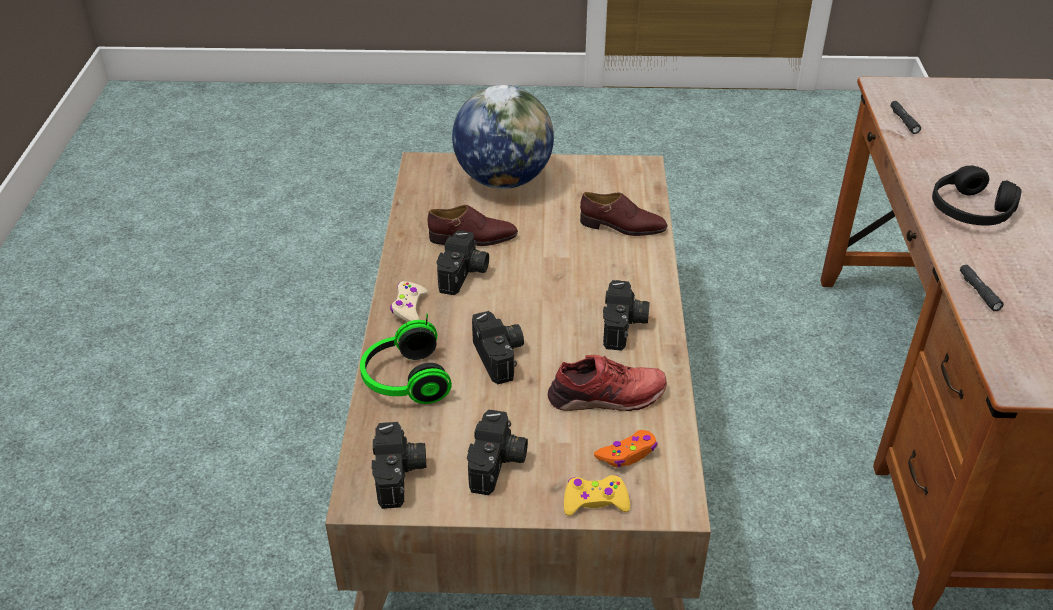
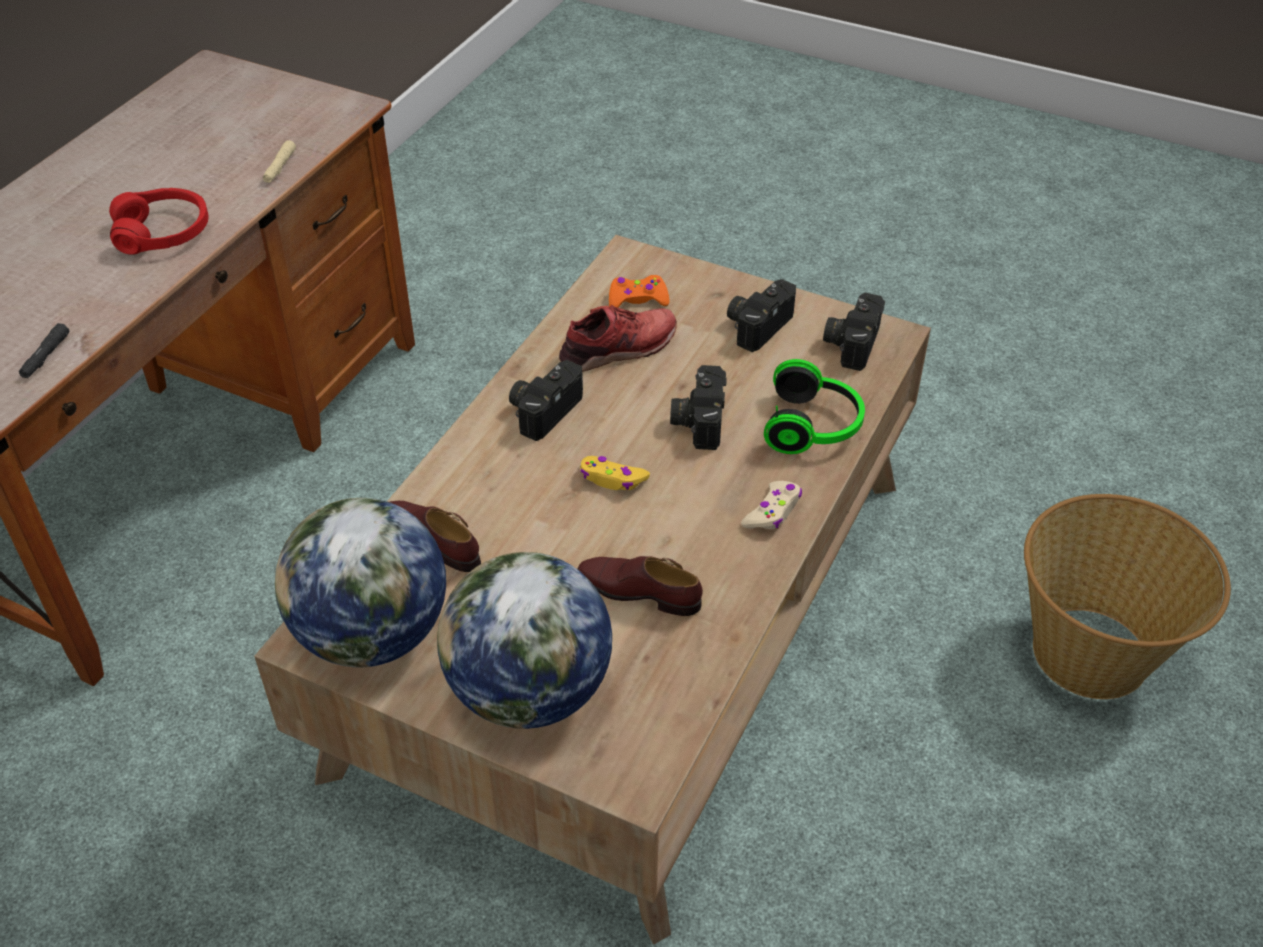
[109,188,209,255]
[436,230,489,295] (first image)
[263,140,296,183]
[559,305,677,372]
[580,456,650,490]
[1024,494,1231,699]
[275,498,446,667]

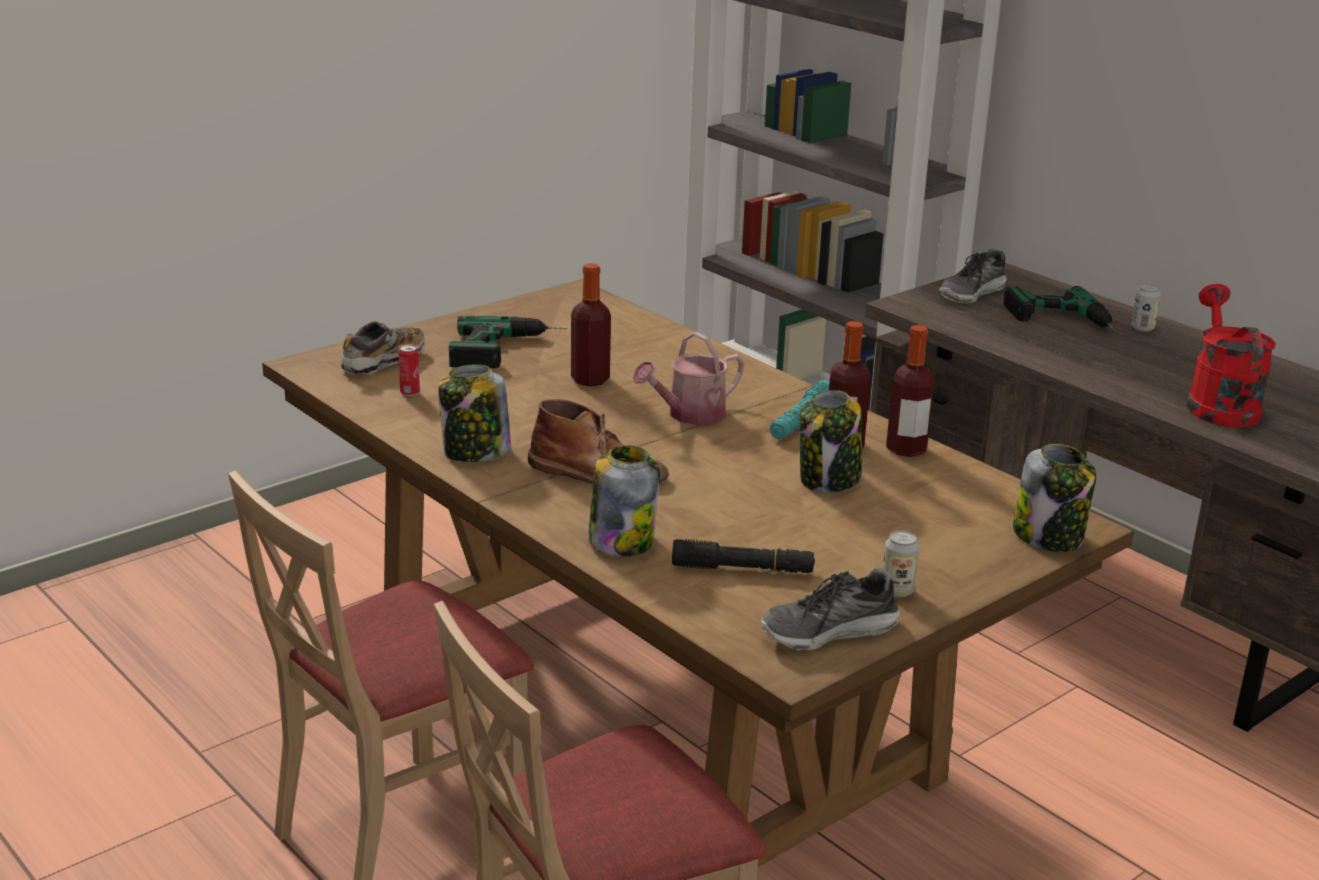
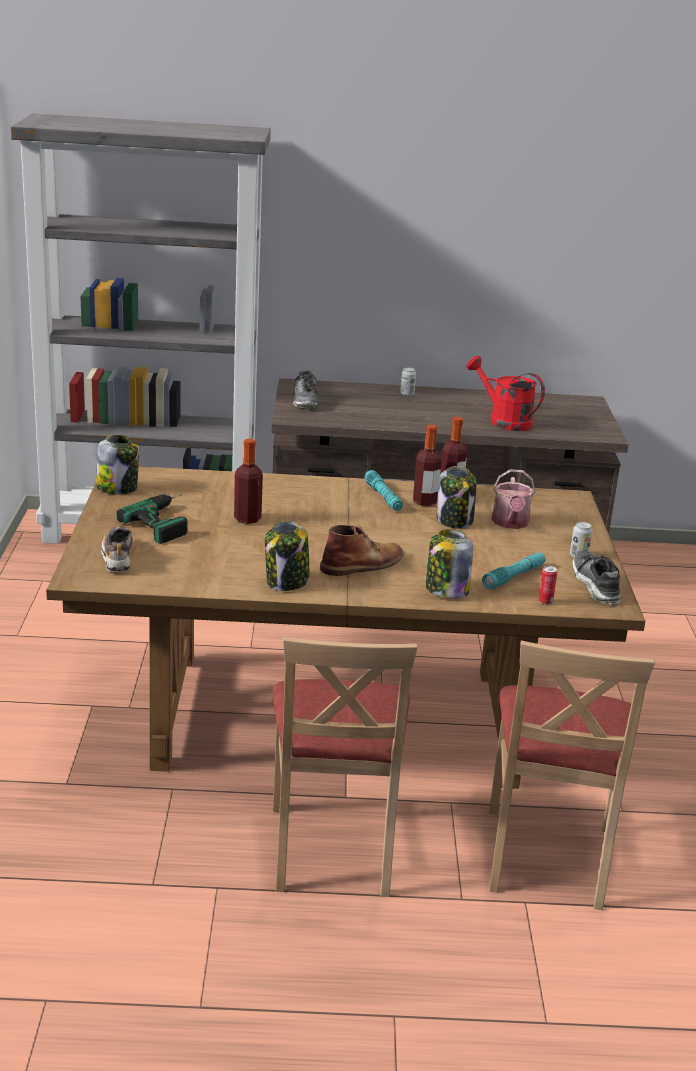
[1003,286,1116,331] (first image)
[492,469,535,529]
[538,566,557,605]
[96,435,139,495]
[482,553,546,589]
[573,550,621,605]

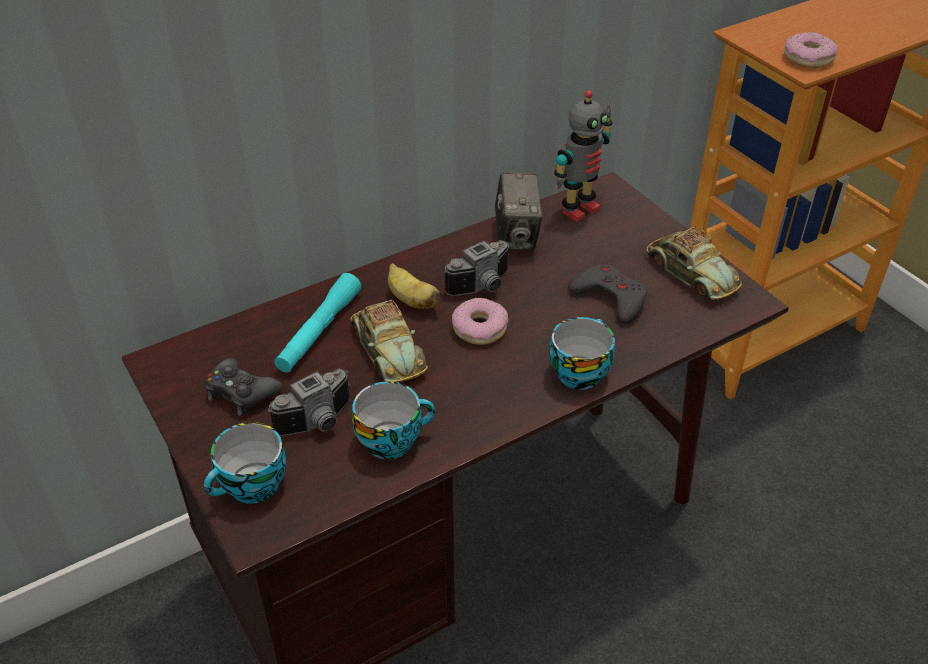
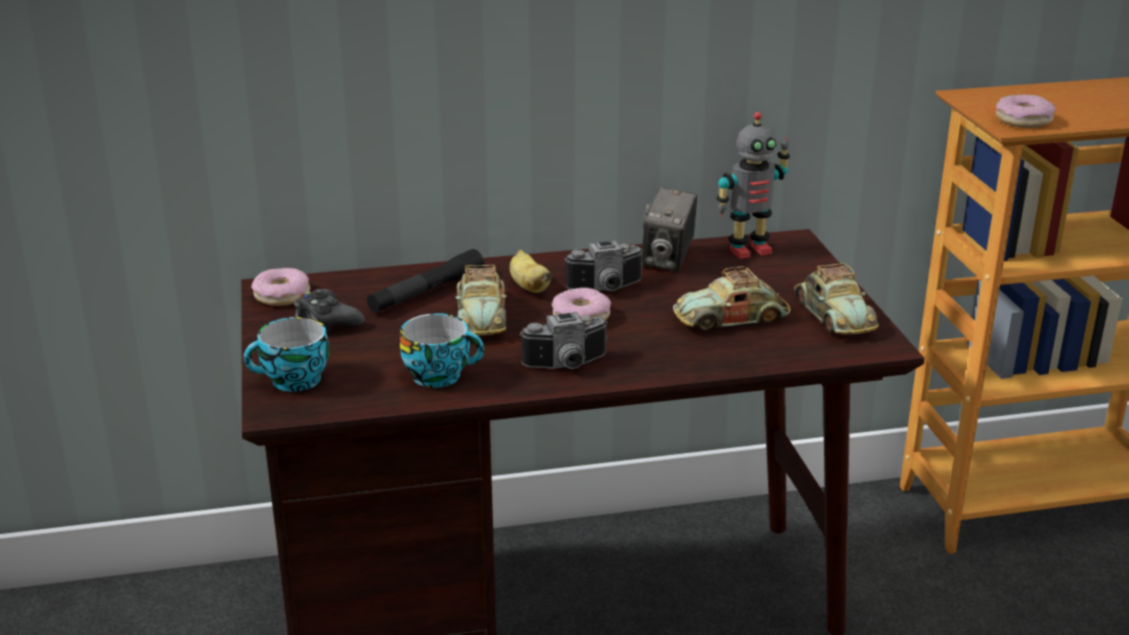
[673,266,791,330]
[367,249,484,313]
[549,317,615,390] (first image)
[519,312,608,369]
[251,268,310,306]

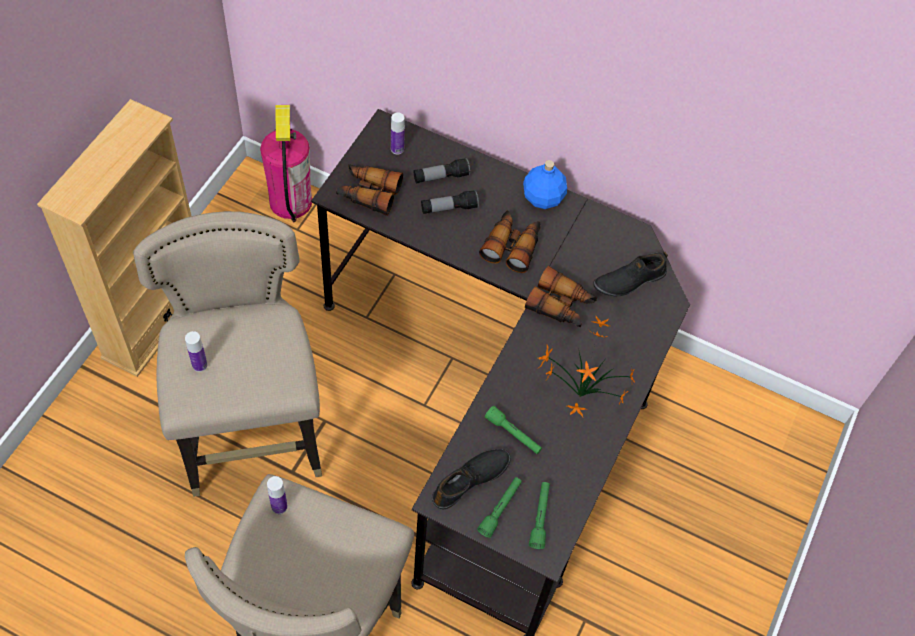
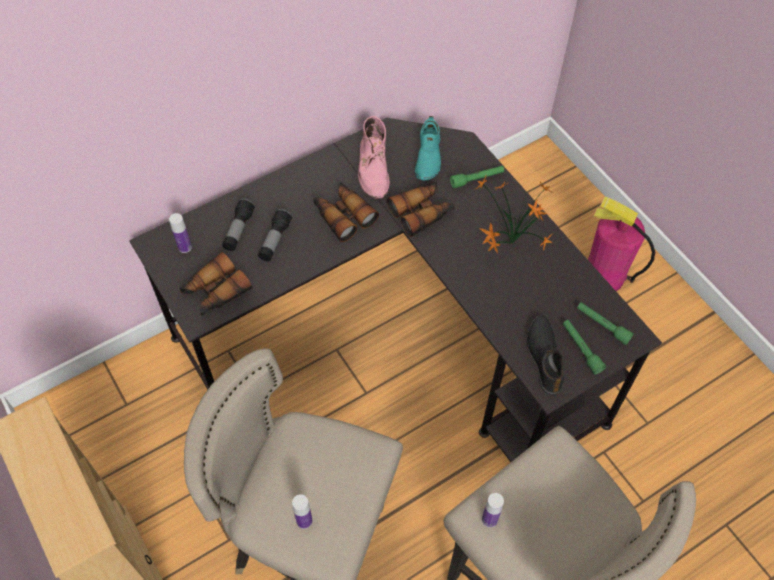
[588,196,655,291]
[523,160,567,209] (first image)
[415,116,441,180]
[450,166,504,188]
[358,116,390,199]

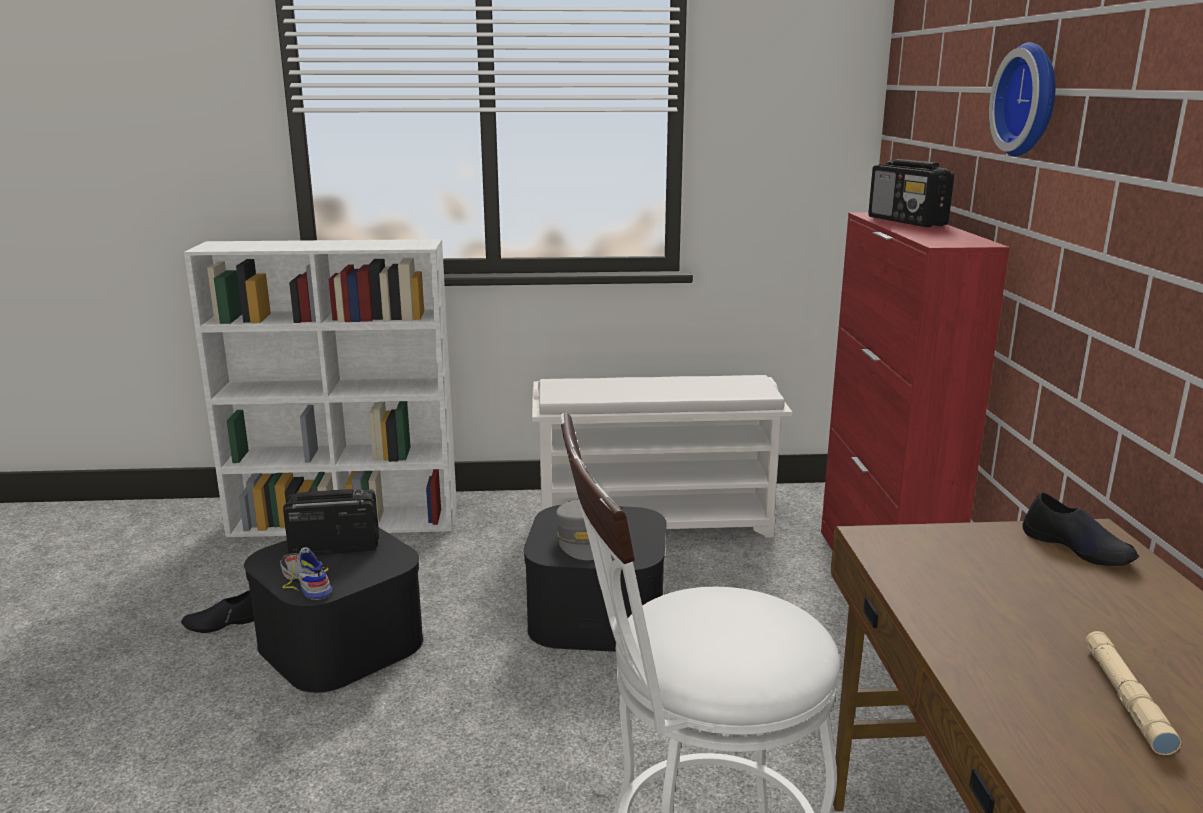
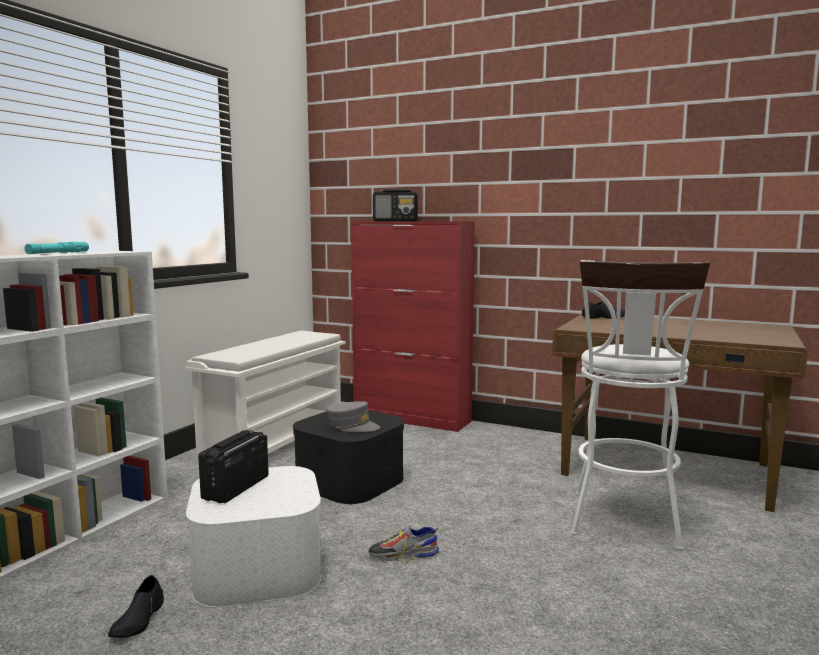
[989,42,1055,157] (first image)
[186,466,321,607]
[368,525,439,564]
[1085,631,1182,755] (first image)
[25,242,89,254]

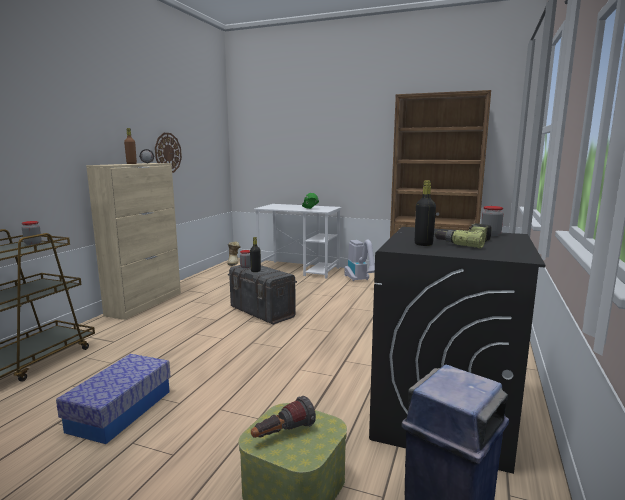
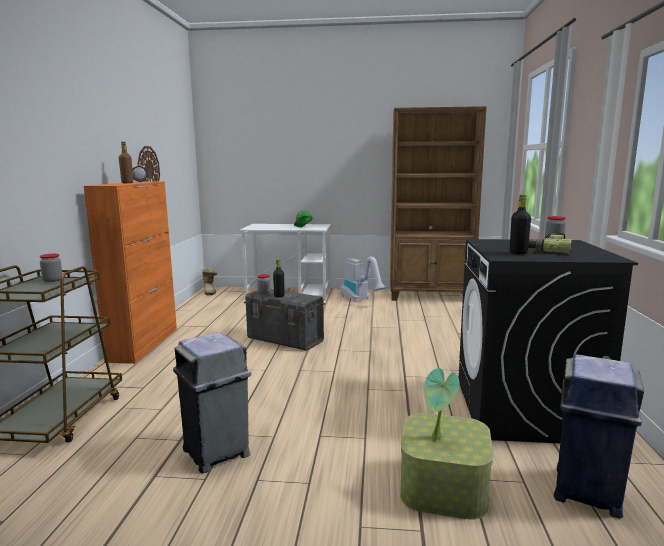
[84,182,177,364]
[173,332,251,473]
[424,368,459,440]

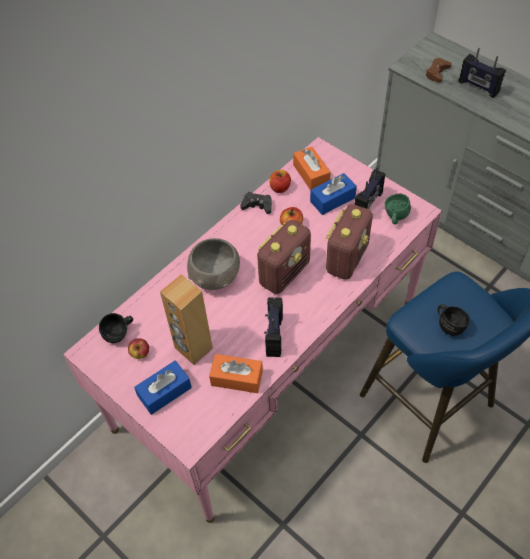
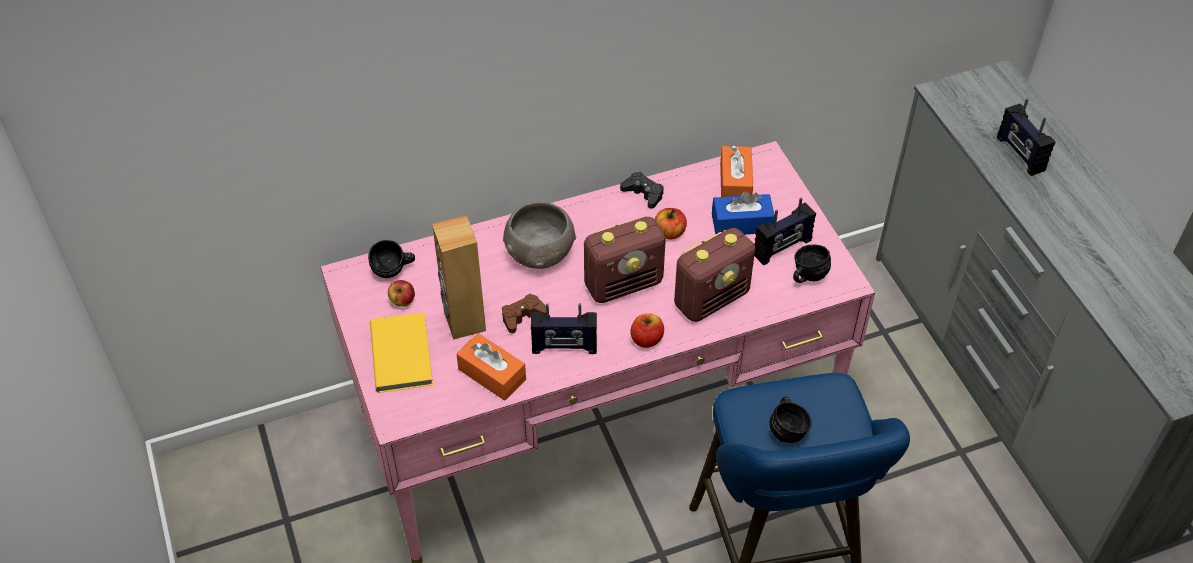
[502,294,546,333]
[630,314,664,348]
[793,244,831,283]
[531,303,597,354]
[370,312,433,393]

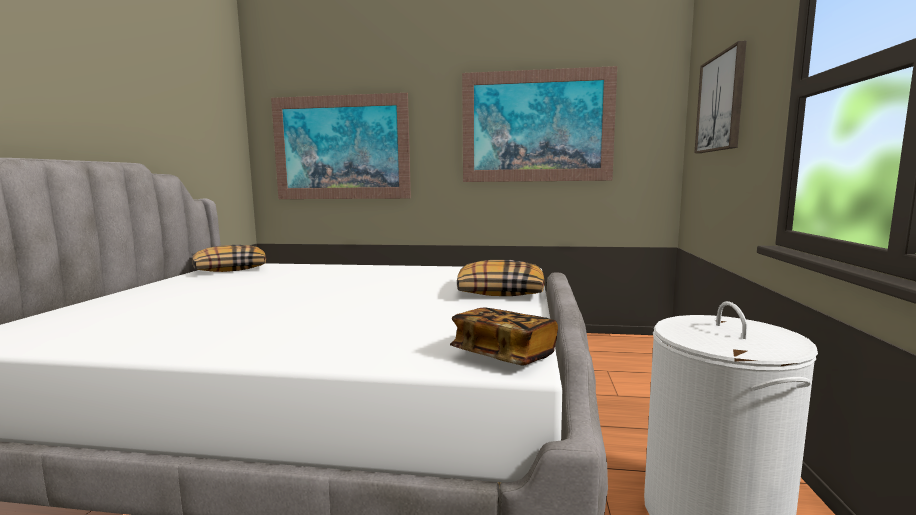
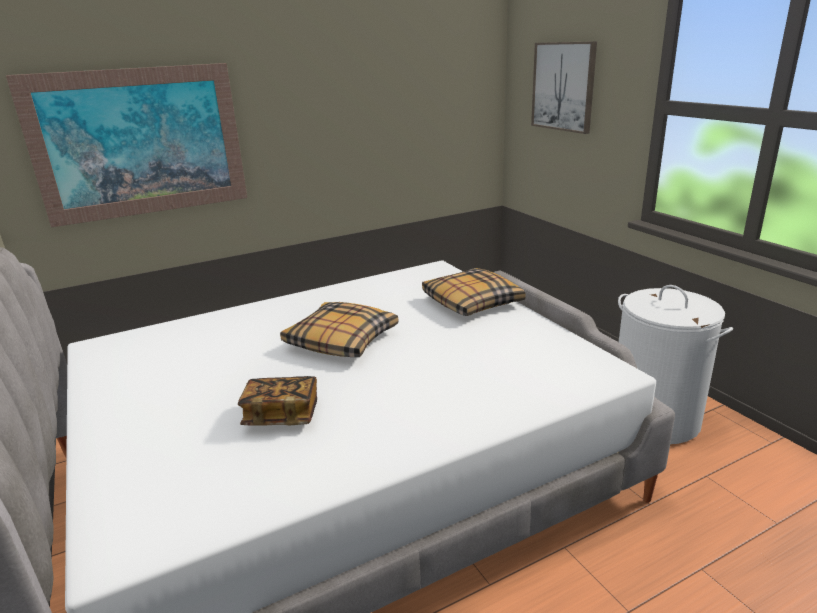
[462,66,617,182] (first image)
[280,302,398,357]
[238,376,317,426]

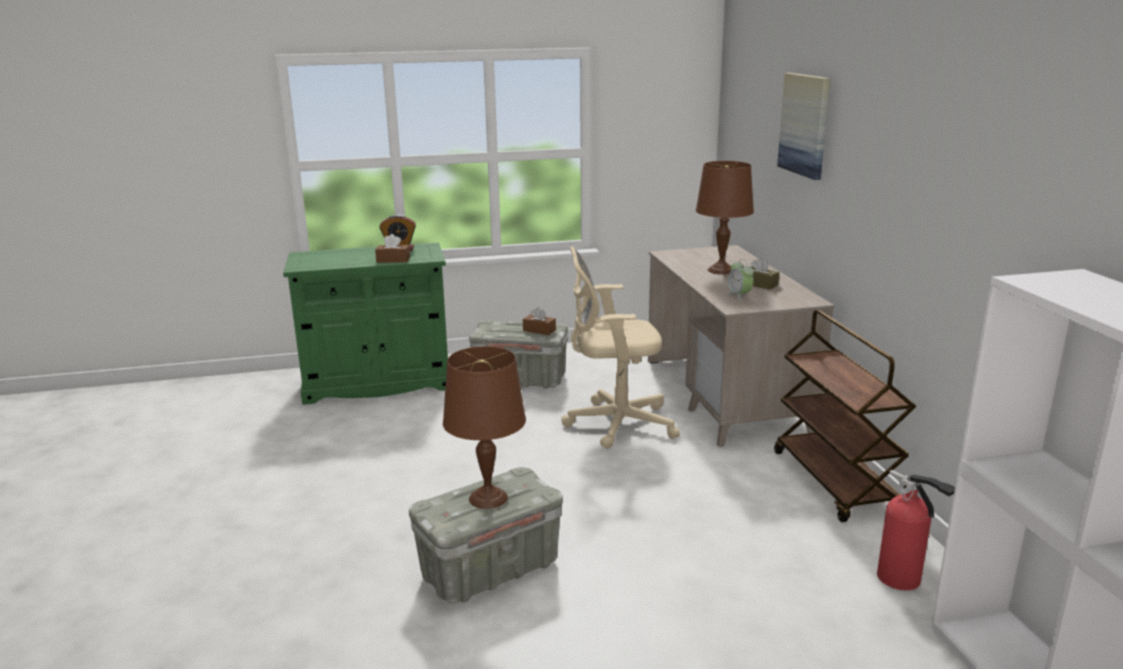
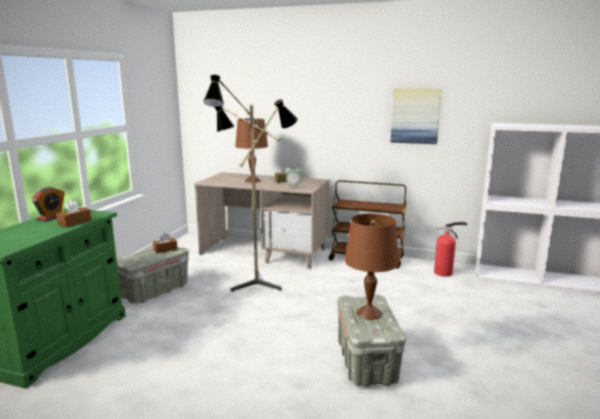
[391,88,442,144]
[203,75,298,292]

